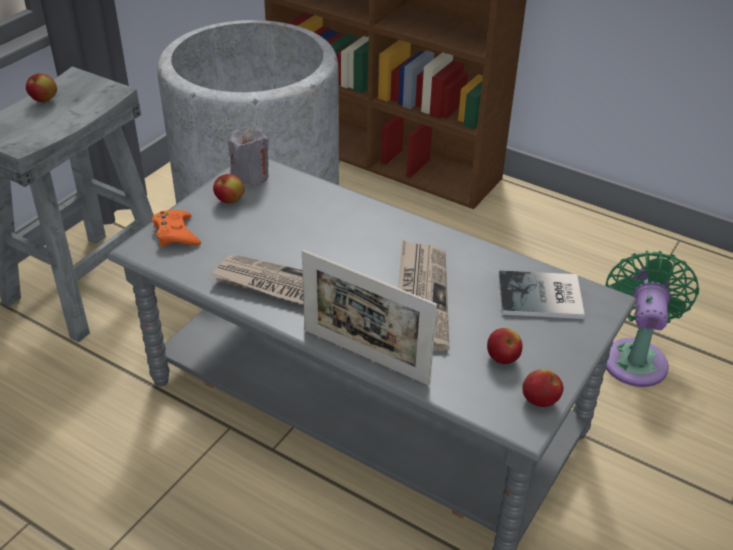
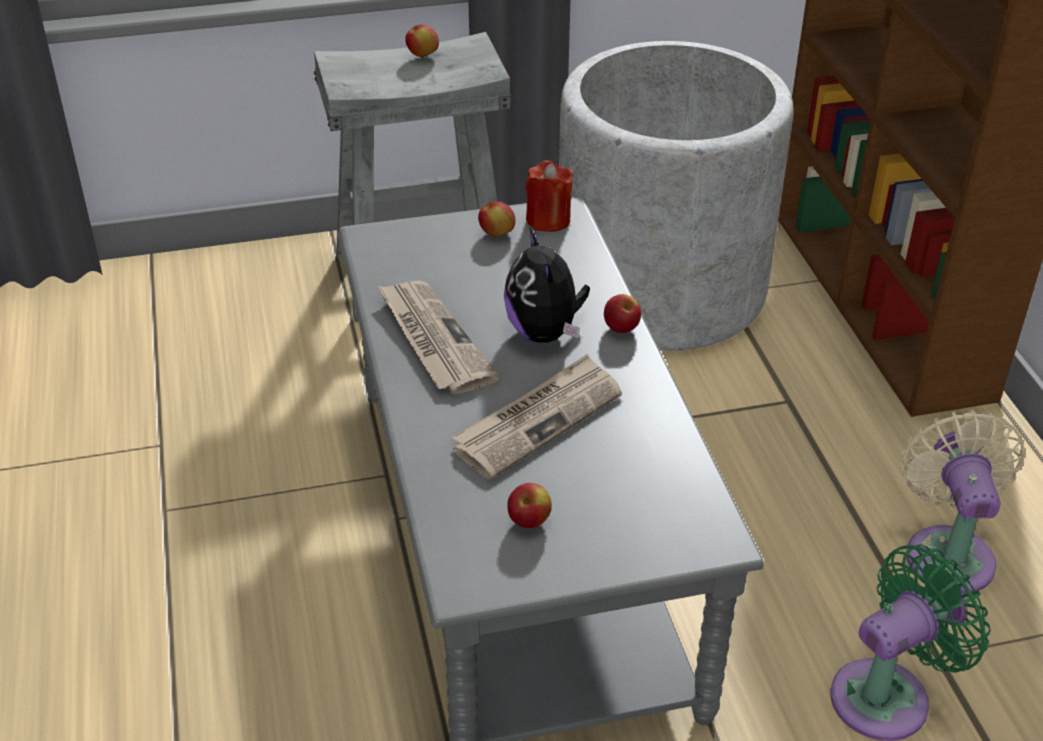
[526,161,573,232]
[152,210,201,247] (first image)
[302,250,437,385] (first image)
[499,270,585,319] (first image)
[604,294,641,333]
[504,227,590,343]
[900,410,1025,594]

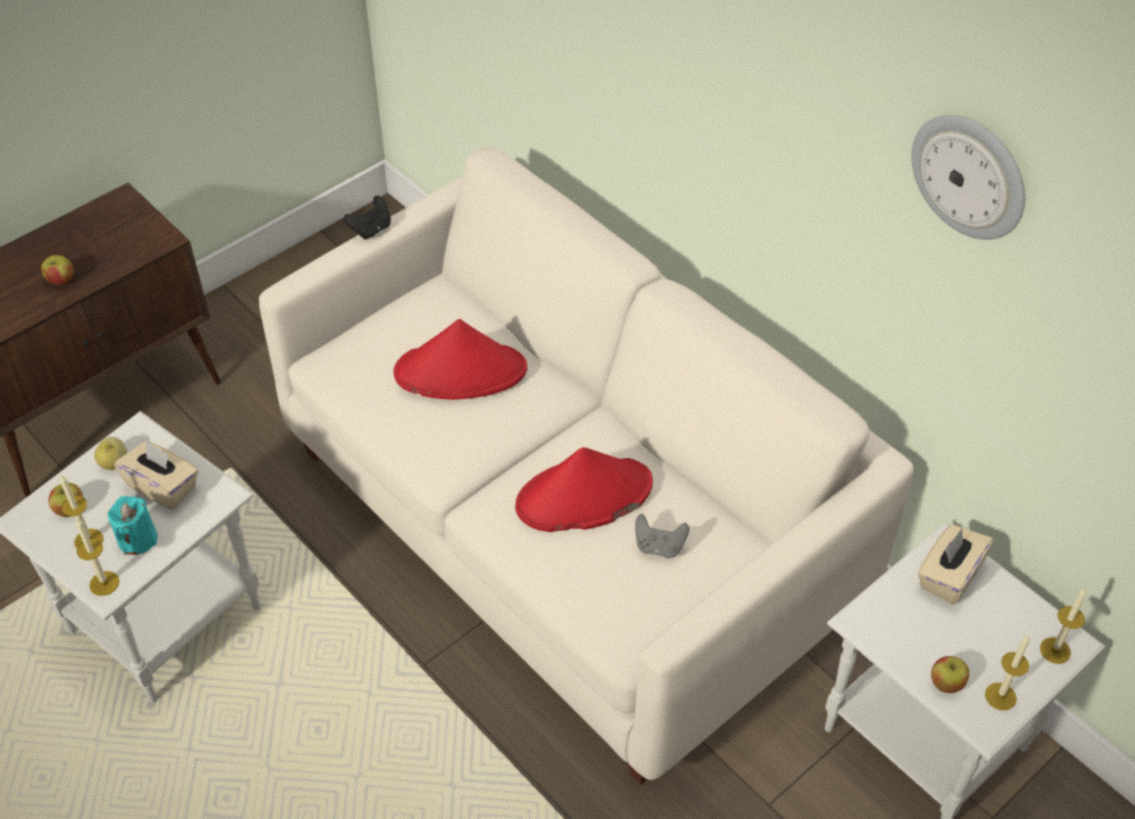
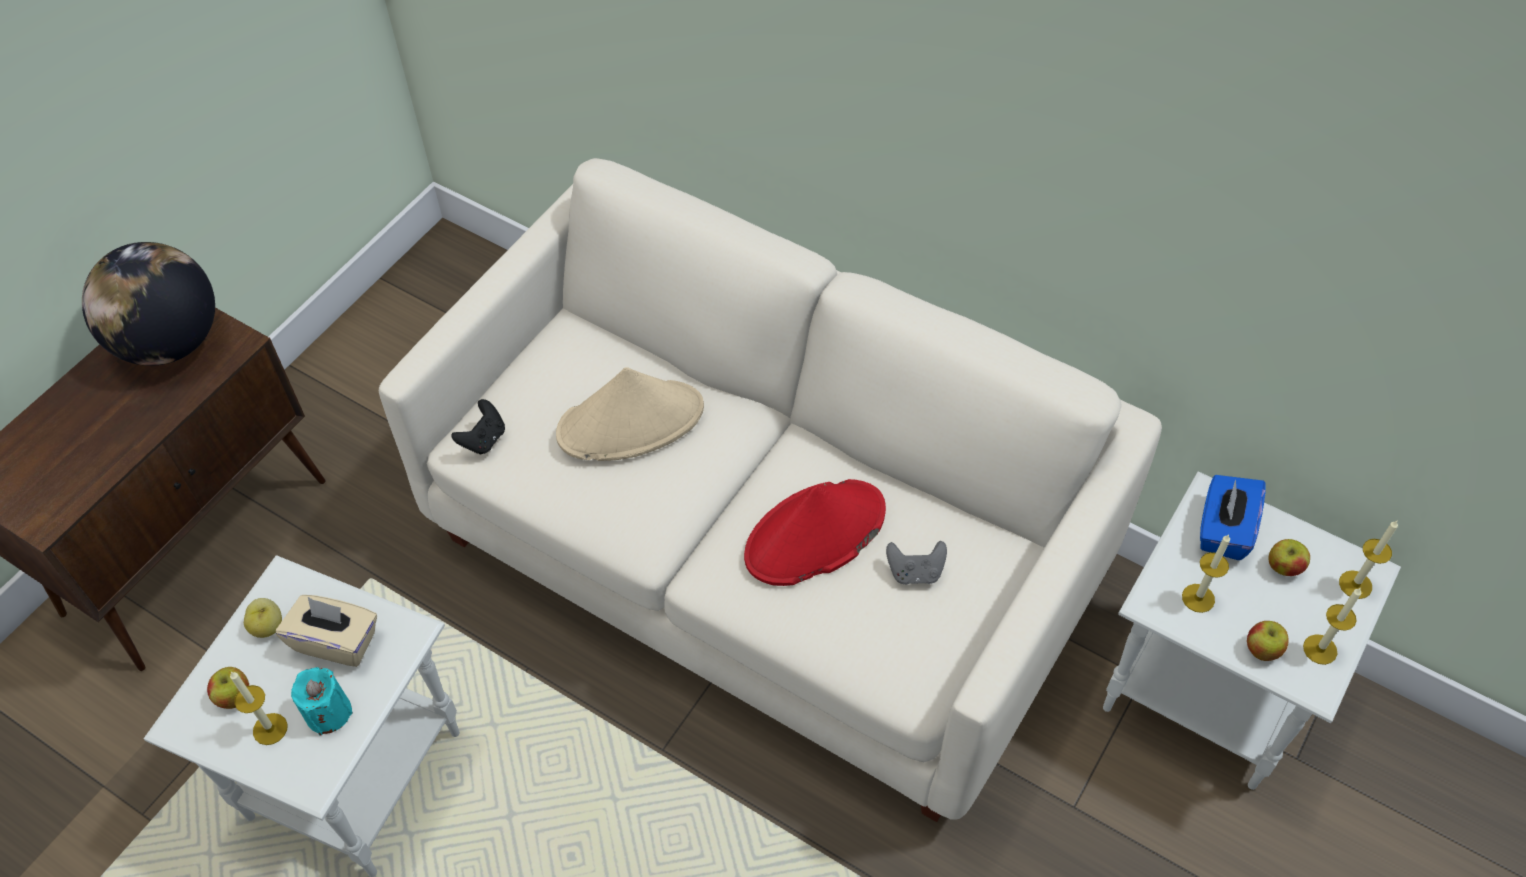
[911,115,1025,240] (first image)
[451,399,505,454]
[1268,539,1310,576]
[556,367,704,461]
[1182,535,1230,613]
[1200,475,1266,560]
[82,242,215,366]

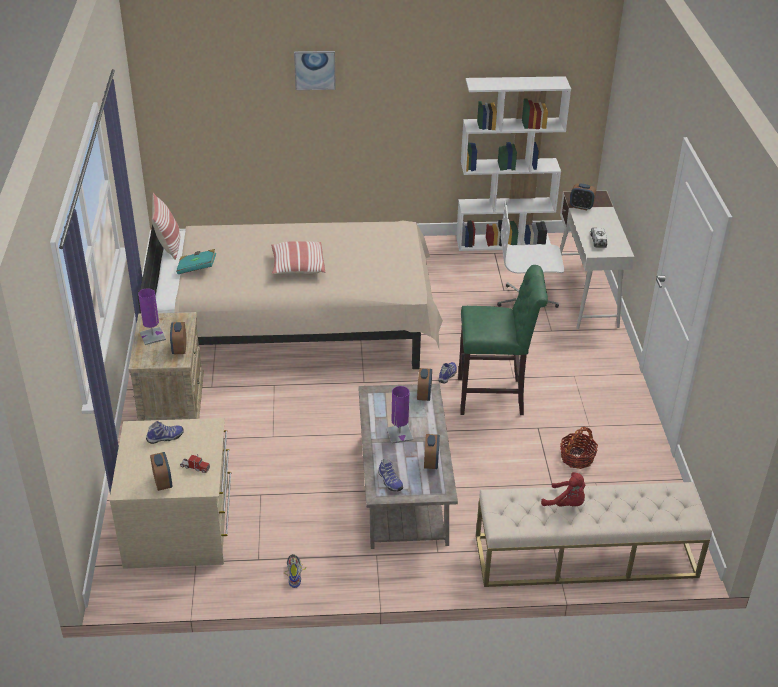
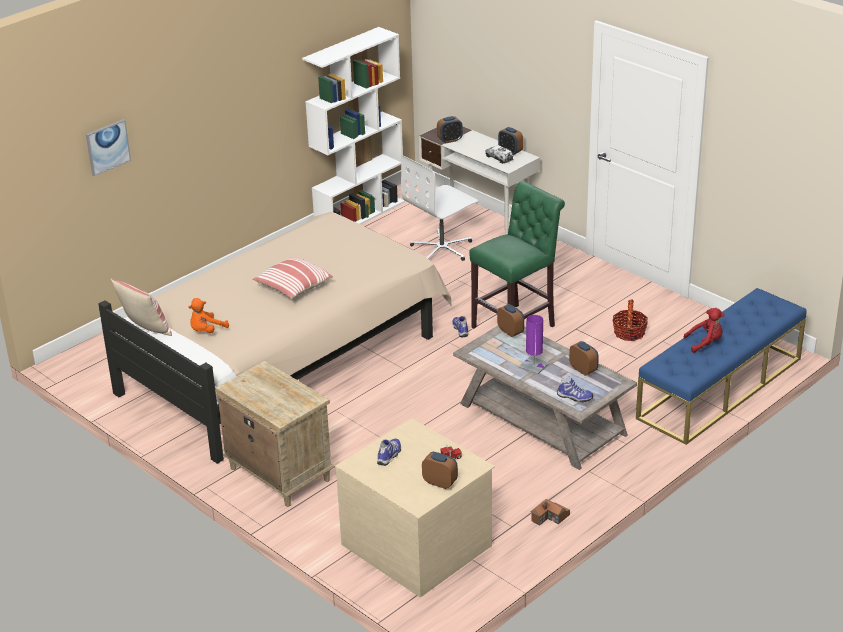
[86,119,131,176]
[188,298,229,333]
[138,288,166,345] (first image)
[498,127,523,155]
[636,288,807,445]
[531,499,570,526]

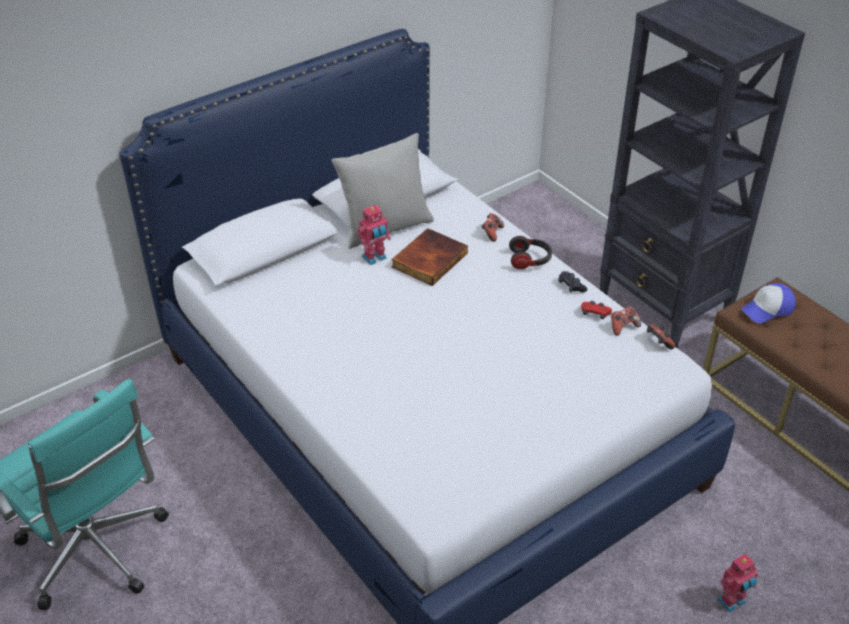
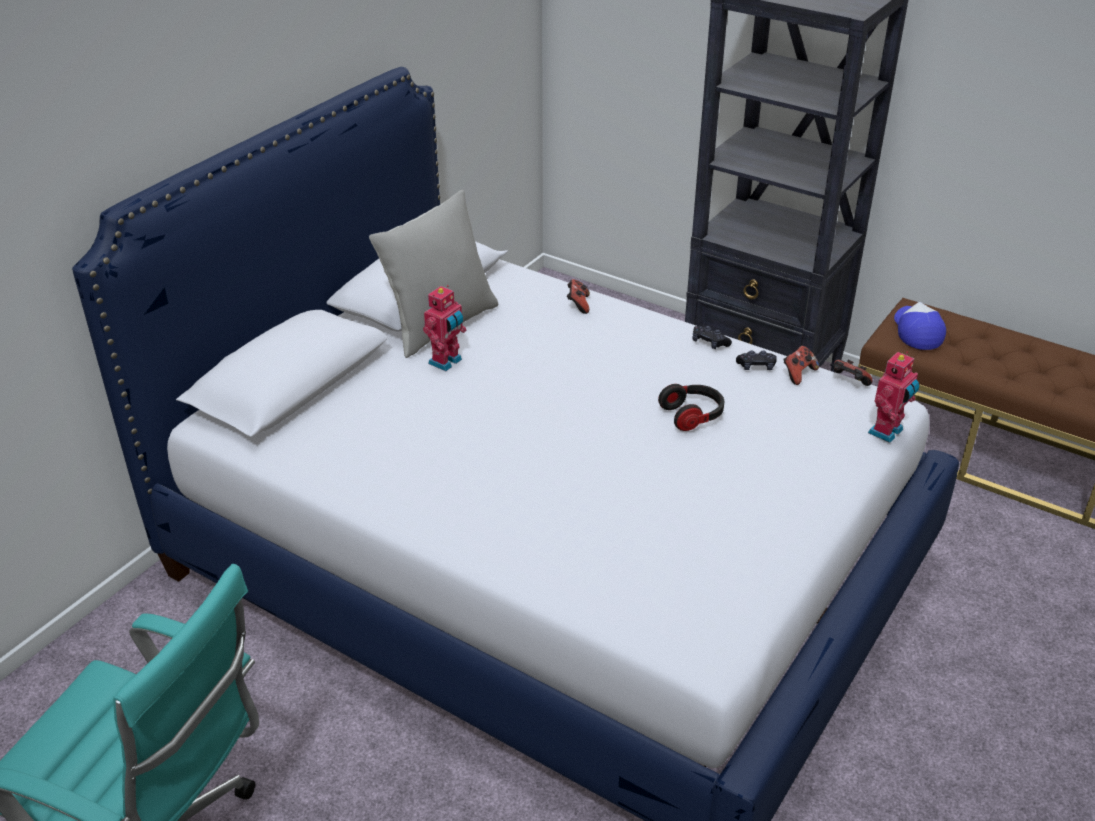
[391,228,468,286] (first image)
[658,384,724,431]
[894,302,946,350]
[736,350,777,370]
[868,352,919,443]

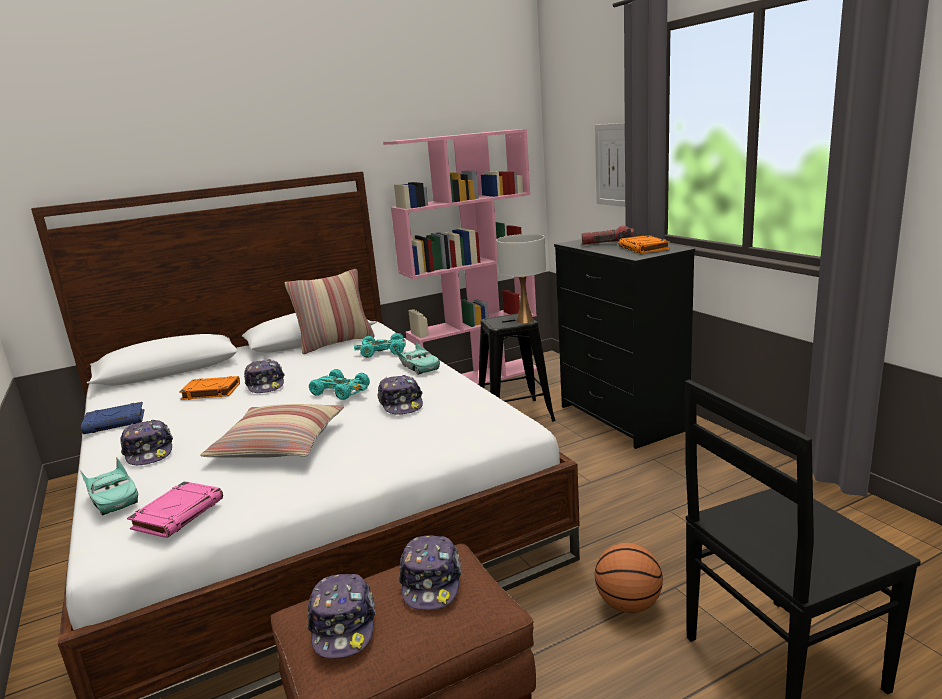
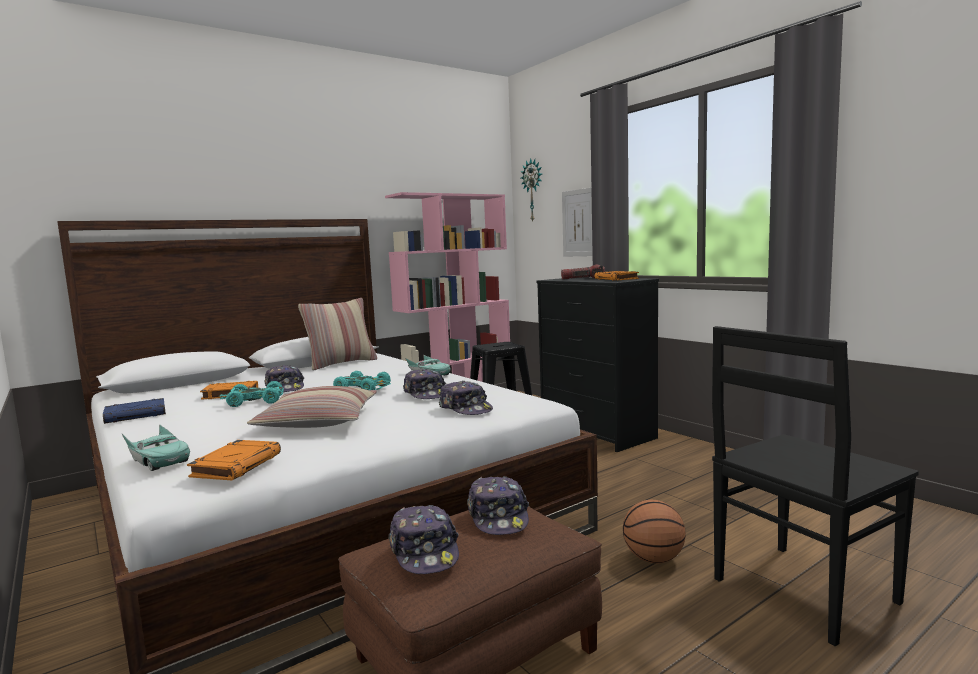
[496,234,546,323] (first image)
[220,381,284,407]
[439,381,493,415]
[187,440,281,480]
[521,158,542,222]

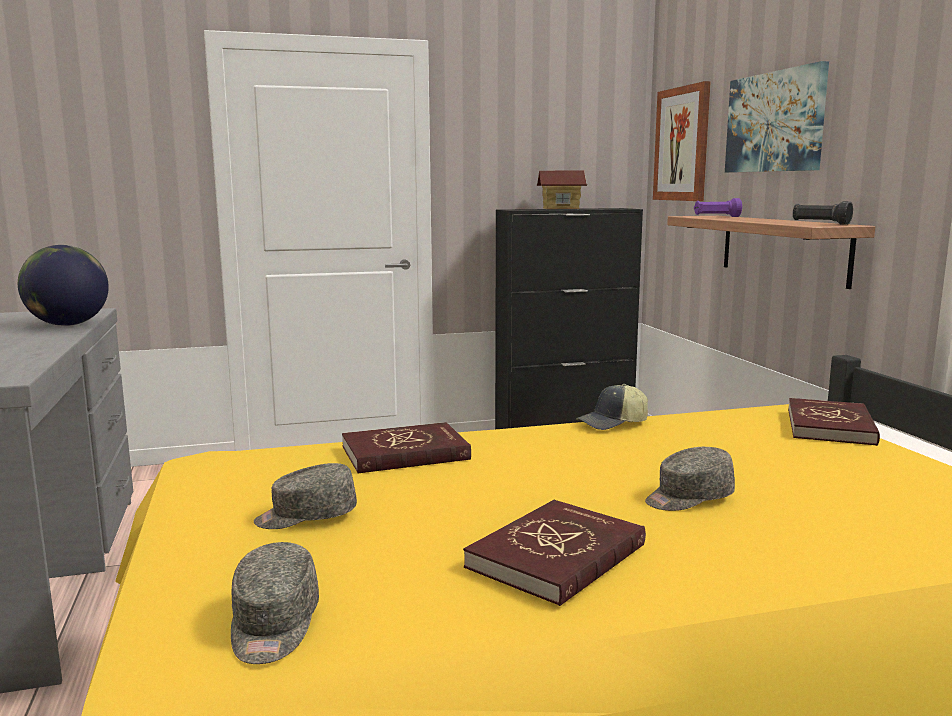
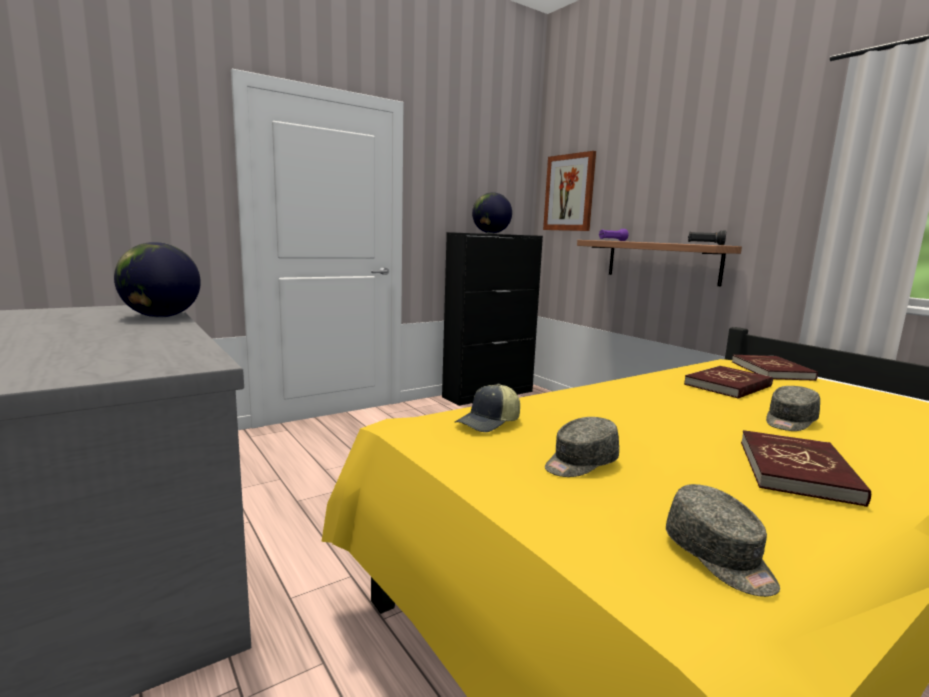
[725,61,829,173] (first image)
[472,192,512,234]
[455,384,520,432]
[684,366,773,399]

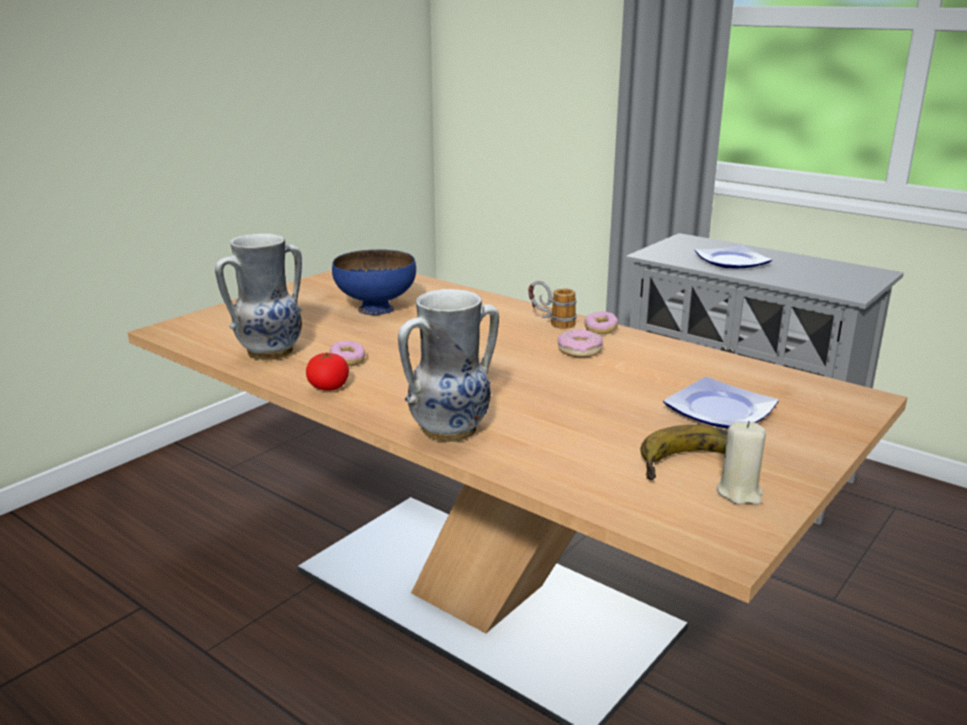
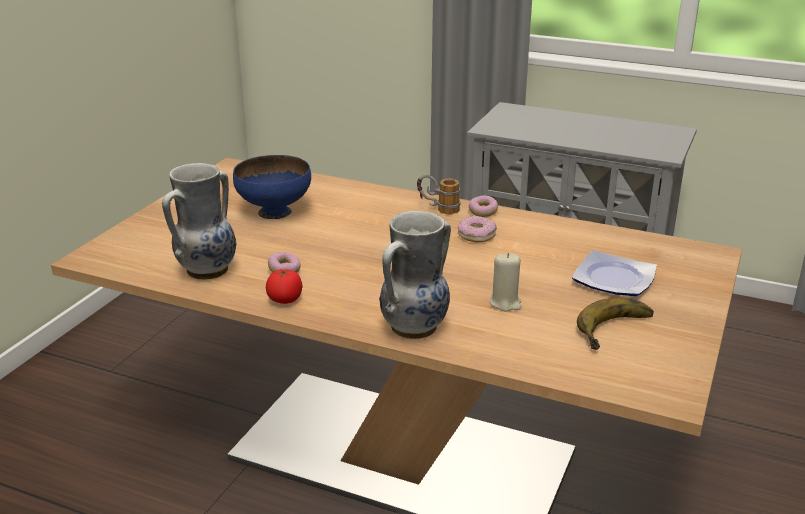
[694,245,772,268] (first image)
[490,253,521,312]

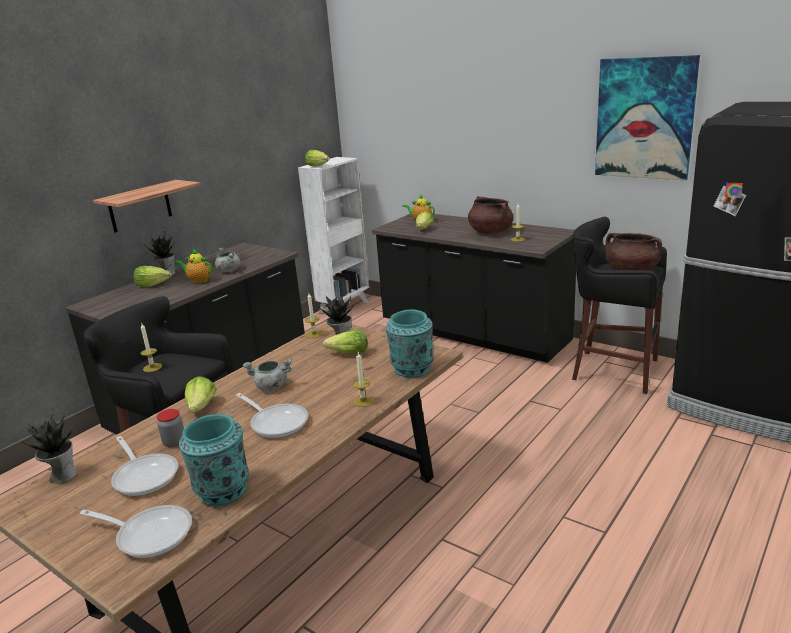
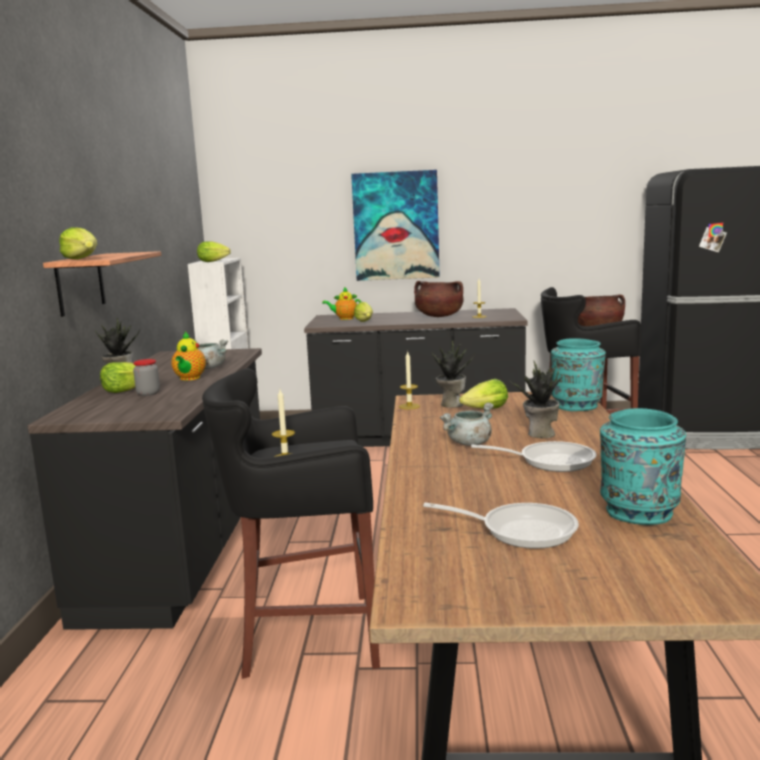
[351,170,440,281]
[171,332,206,380]
[353,352,373,407] (first image)
[59,227,97,259]
[509,360,563,438]
[133,359,160,396]
[80,505,192,558] (first image)

